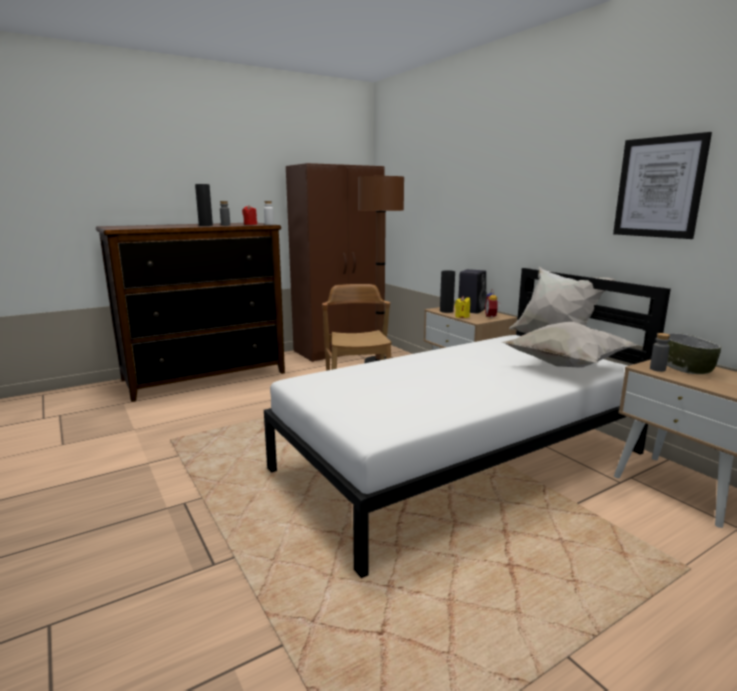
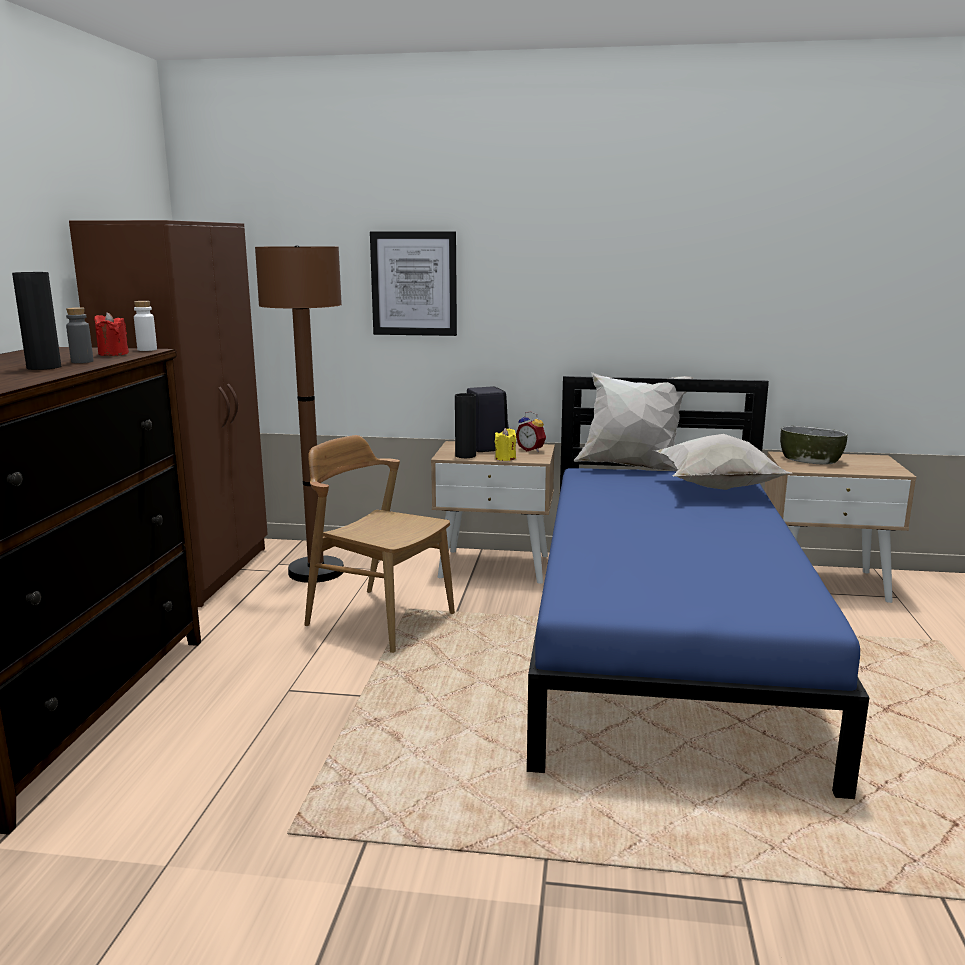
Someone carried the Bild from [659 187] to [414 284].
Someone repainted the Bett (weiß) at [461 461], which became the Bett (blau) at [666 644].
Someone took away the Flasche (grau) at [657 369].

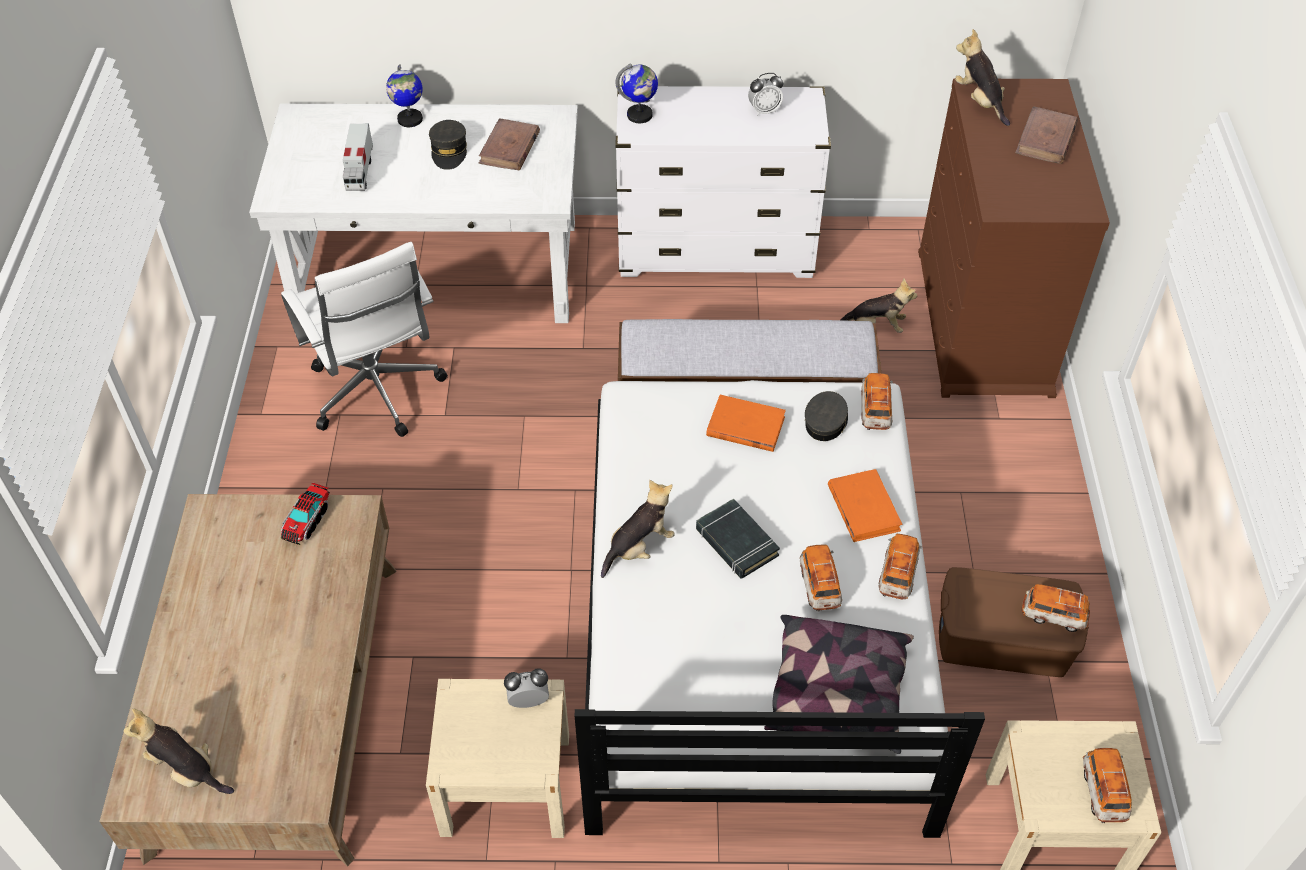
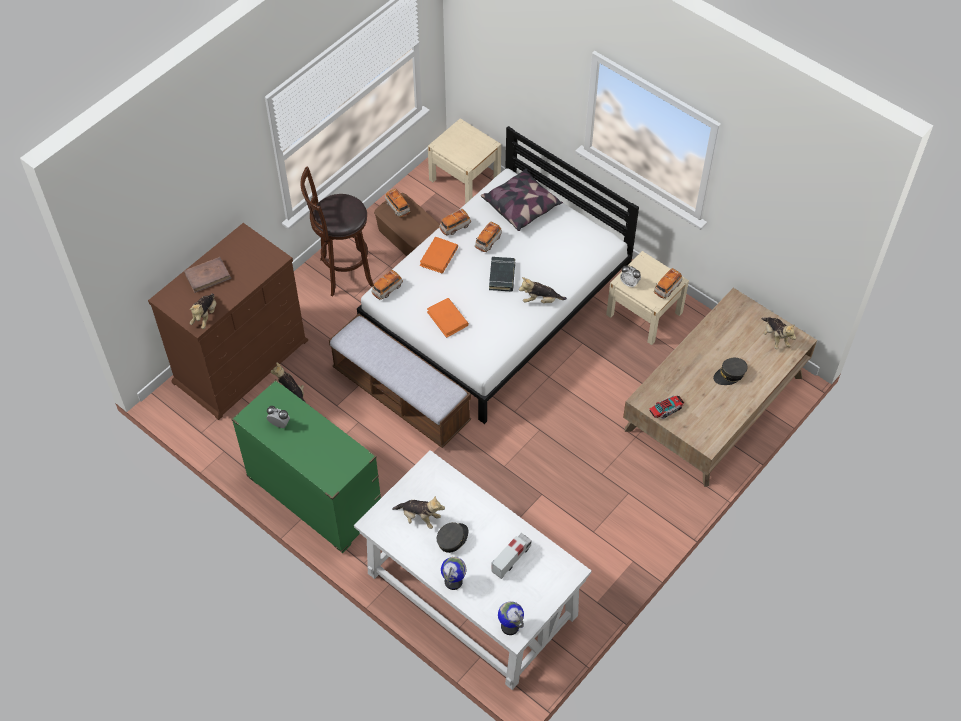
Someone carried the Globus from [640 115] to [510 626].
Someone repainted the Kommode (weiß) at [716 250], which became the Kommode (grün) at [314 496].
Someone swapped the Buch (braun) at [509 148] for the Plüschtier at [419 517].
Someone took away the Bürostuhl (weiß) at [378 395].
Someone carried the Kappe (grau) from [826 421] to [730 375].
Someone carried the Spielzeugauto from [1103 791] to [667 288].
Someone put down the Hocker (braun) at [343 273].

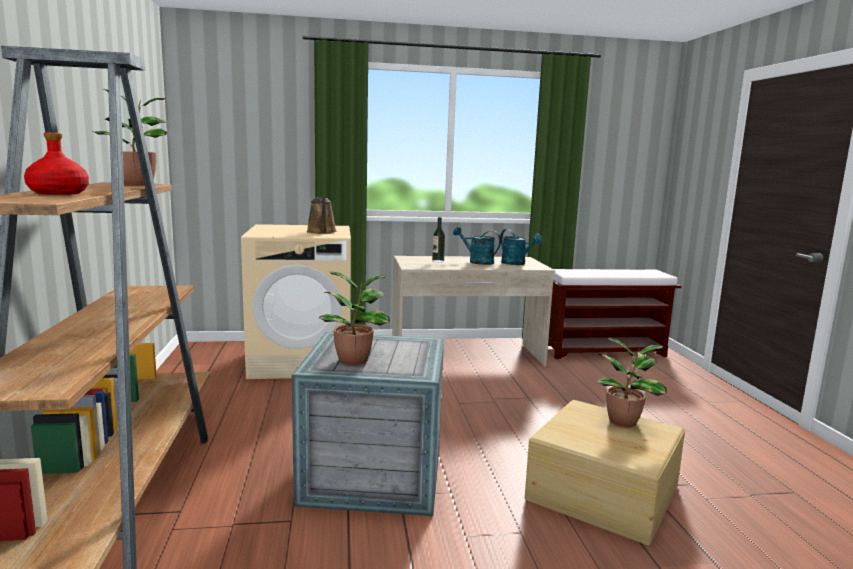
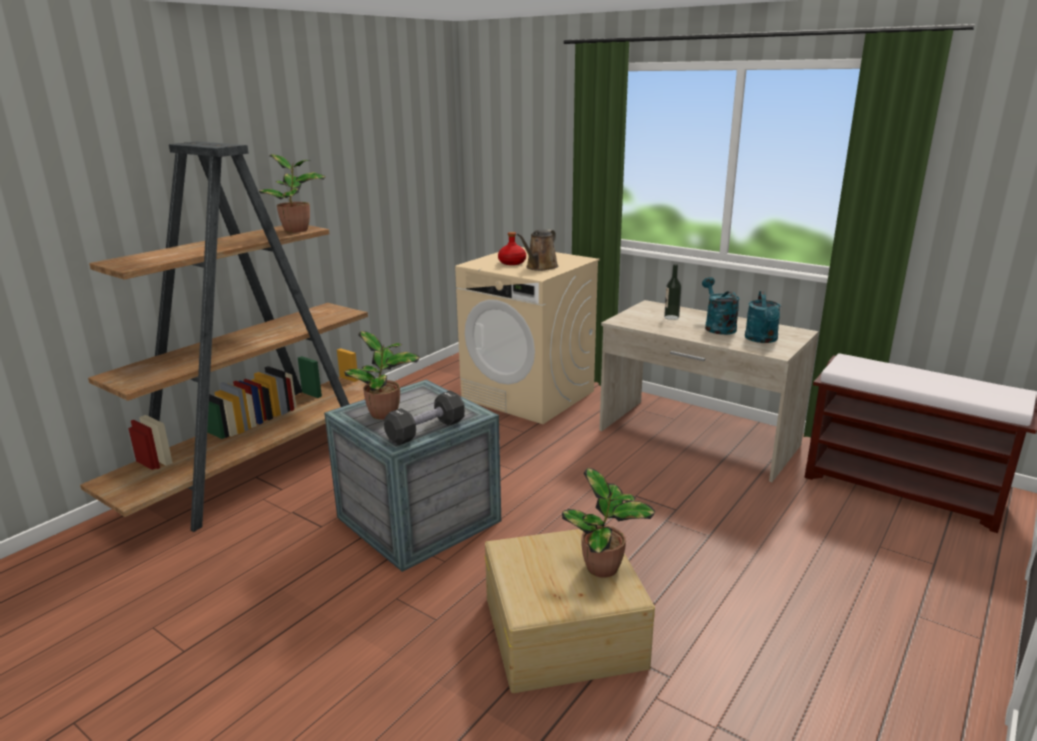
Someone carried the Flasche (rot) from [58 193] to [511 262].
Someone put down the Hantel (schwarz) at [426 431].

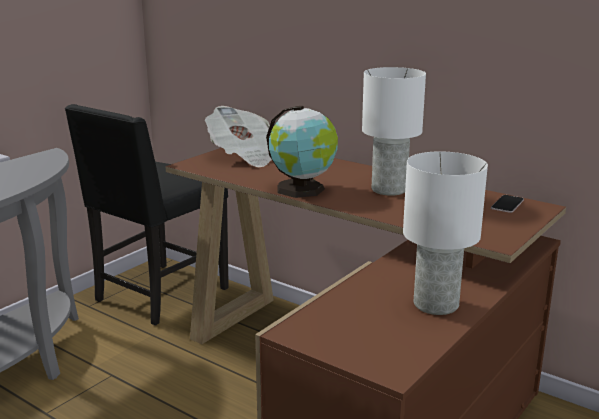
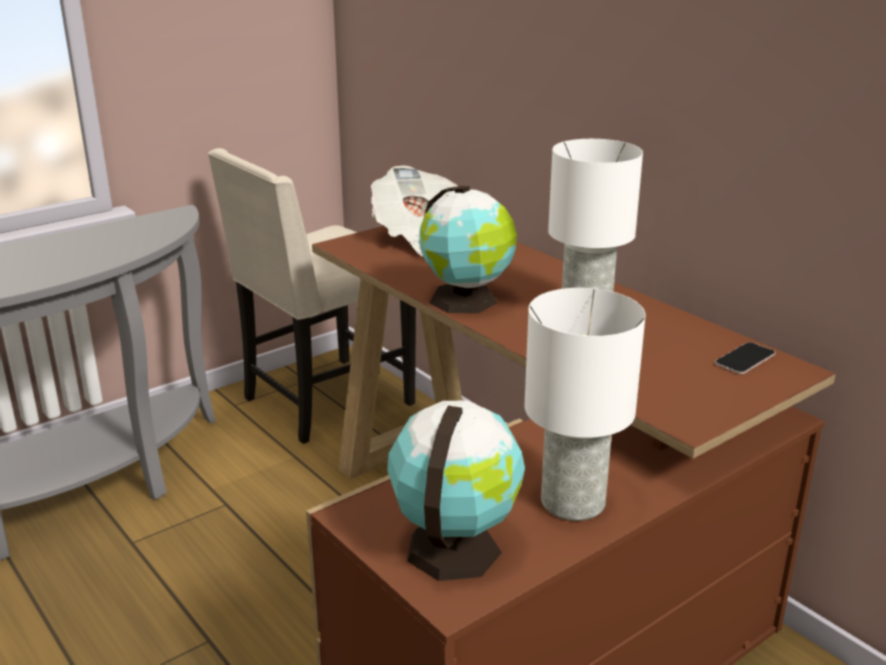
Someone repainted the Stuhl (schwarz) at [159 295], which became the Stuhl (beige) at [324 402].
Someone put down the Globus at [454 546].

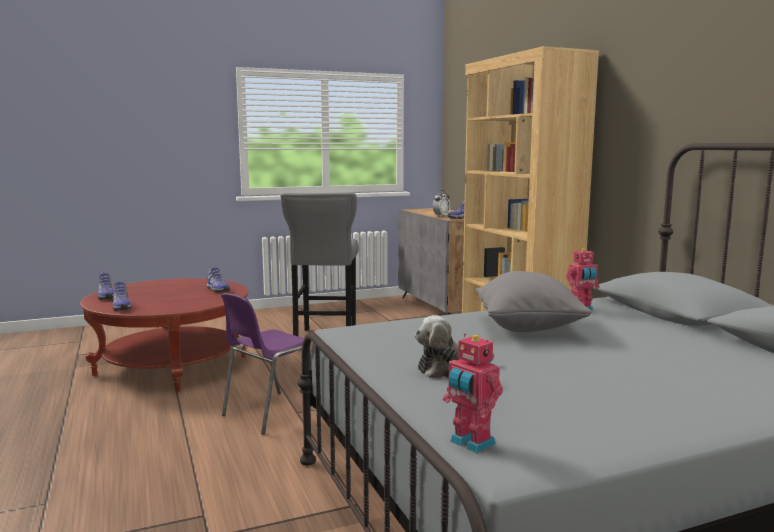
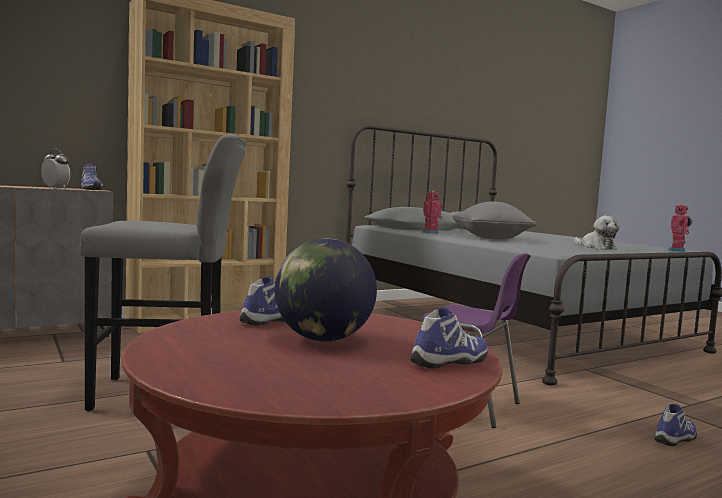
Someone carried the Schuh from [105 297] to [676 439].
Someone put down the Globus at [323 339].

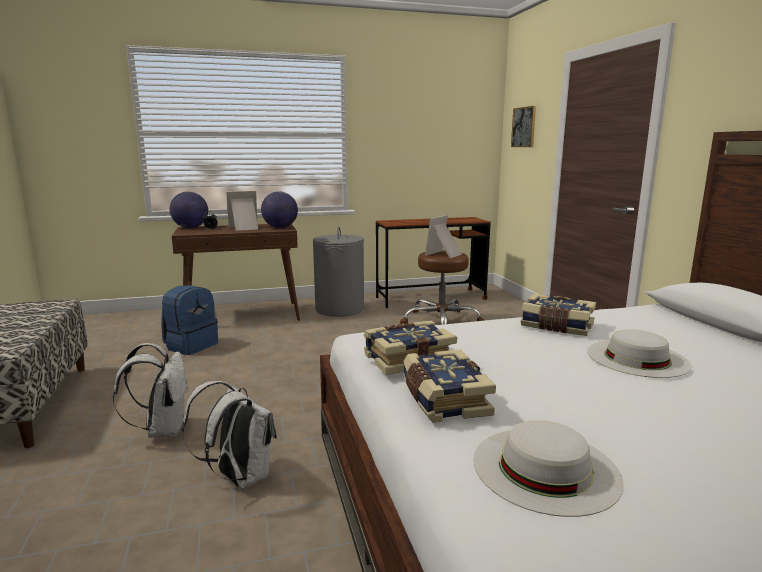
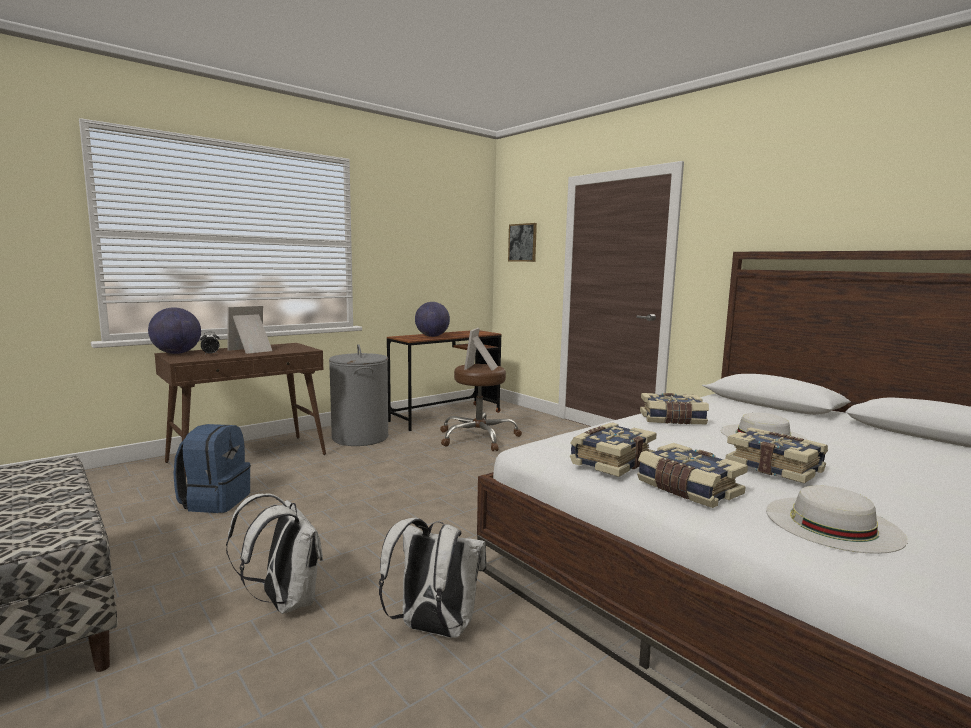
Someone carried the Globus from [280 227] to [432 336].
Someone put down the Buch at [775 467].

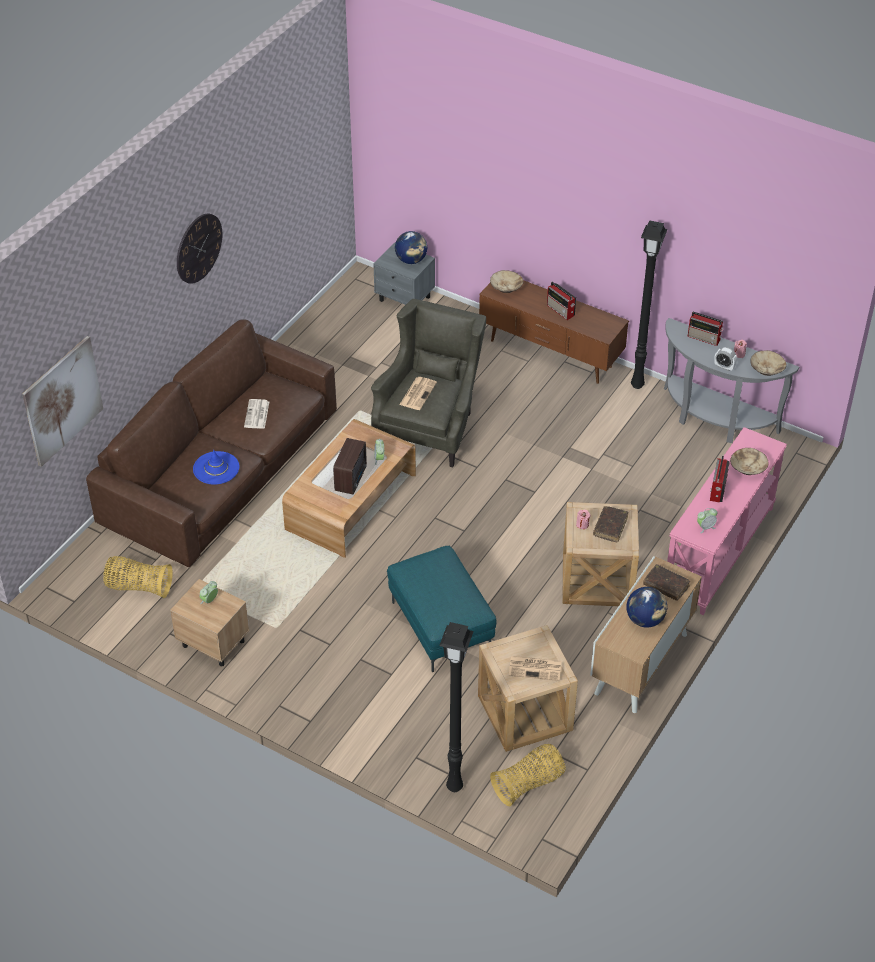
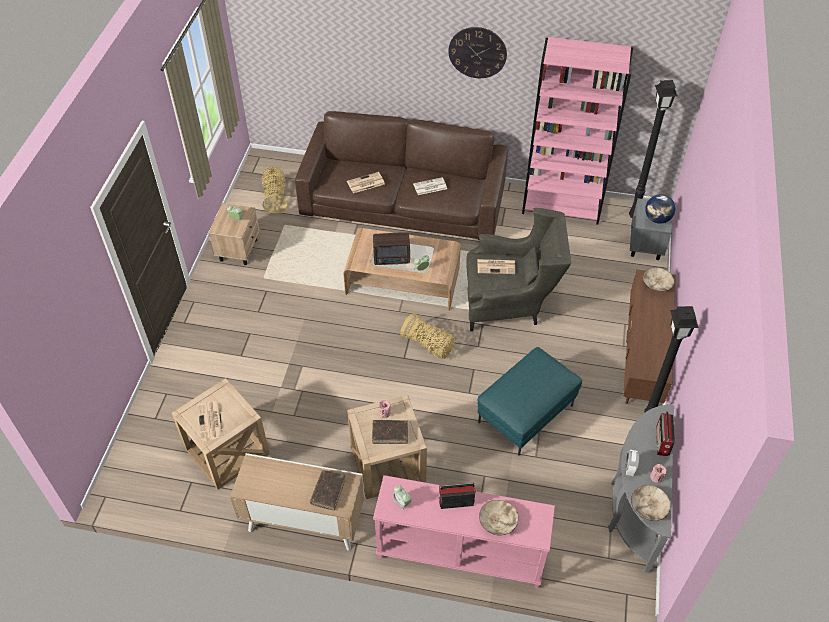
Someone took away the Radio at [561 311].
Someone took away the Bild at [62 401].
Someone swapped the Hut (blau) at [216 468] for the Zeitung at [365 183].
Someone carried the Polsterhocker (türkis) from [442 626] to [526 414].
Someone took away the Globus at [645 620].
Someone carried the Stehlampe (schwarz) from [453 787] to [633 215].
Someone carried the Korb from [529 784] to [429 345].
Someone put down the Bücherregal (rosa) at [562 205].

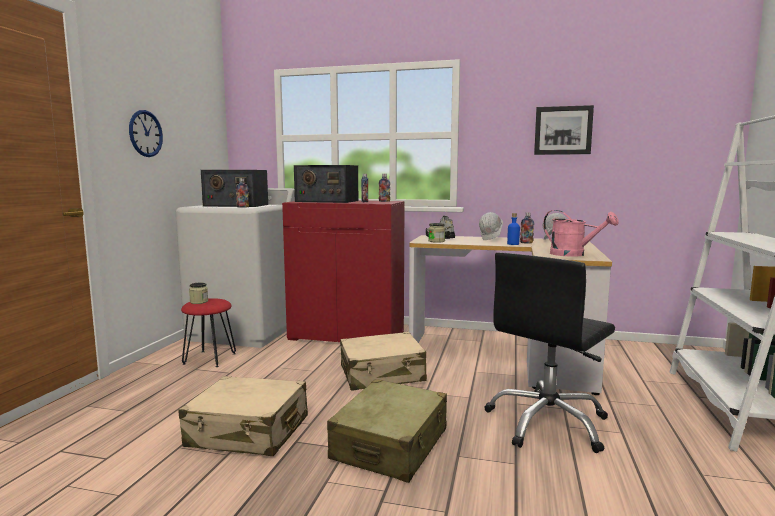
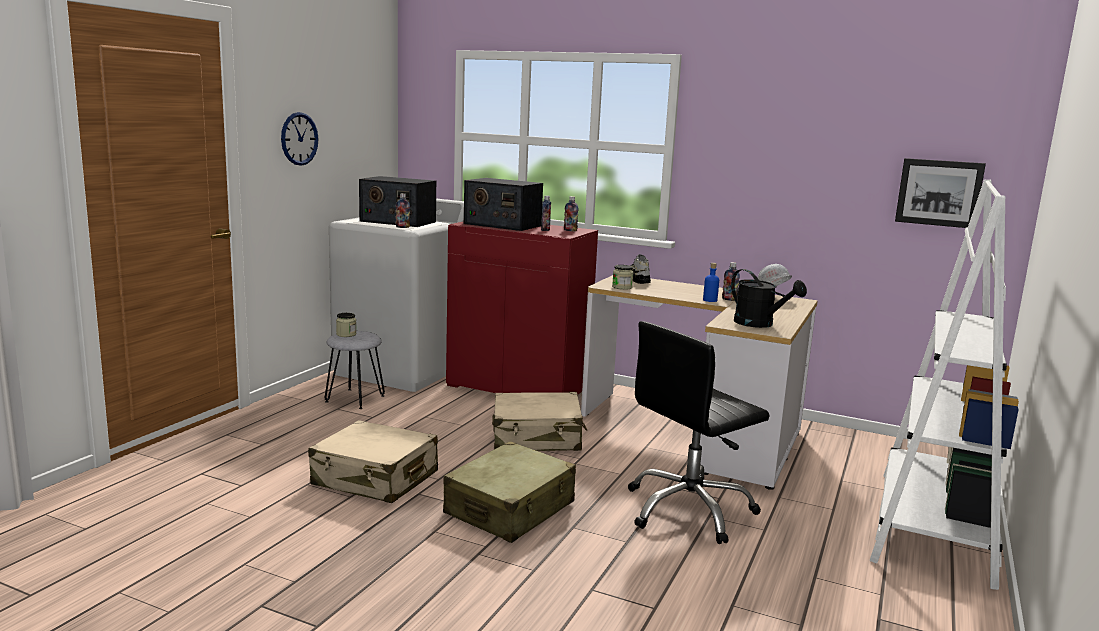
Someone carried the Bild from [563 130] to [939 192].
Someone repainted the Gießkanne (rosa) at [573 254], which became the Gießkanne (schwarz) at [760 324].
Someone took away the Schutzhelm (weiß) at [491 239].
Someone repainted the Hocker (rot) at [210 358], which became the Hocker (grau) at [355 398].

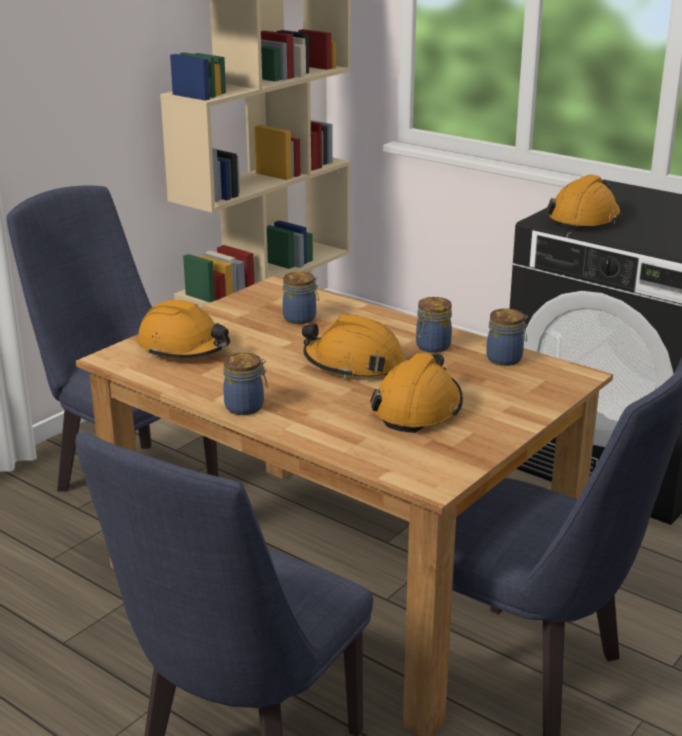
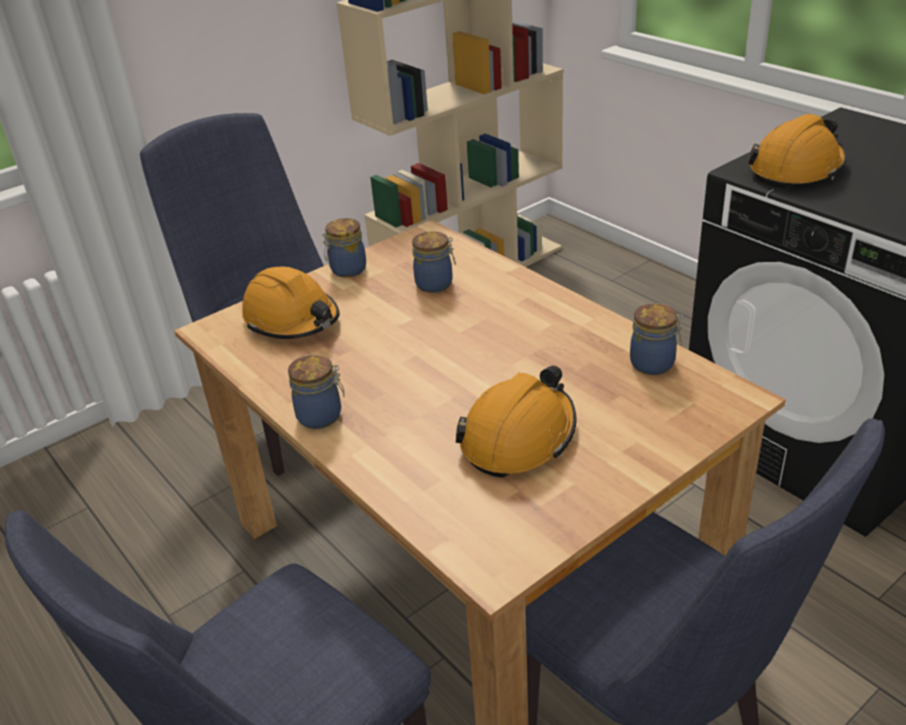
Someone carried the Vorratsglas from [431 347] to [347 270].
Someone took away the Schutzhelm (orange) at [353 364].

